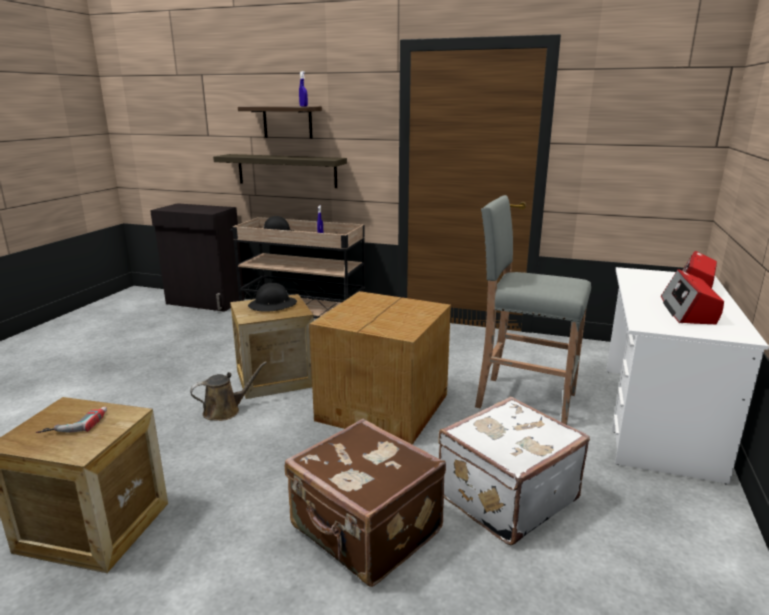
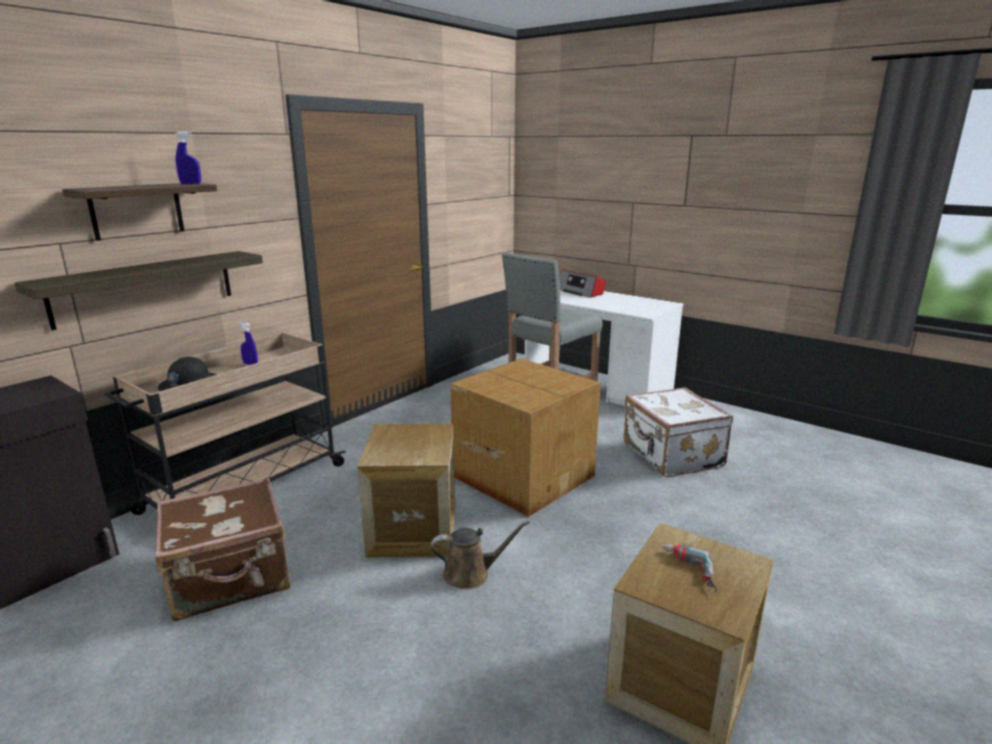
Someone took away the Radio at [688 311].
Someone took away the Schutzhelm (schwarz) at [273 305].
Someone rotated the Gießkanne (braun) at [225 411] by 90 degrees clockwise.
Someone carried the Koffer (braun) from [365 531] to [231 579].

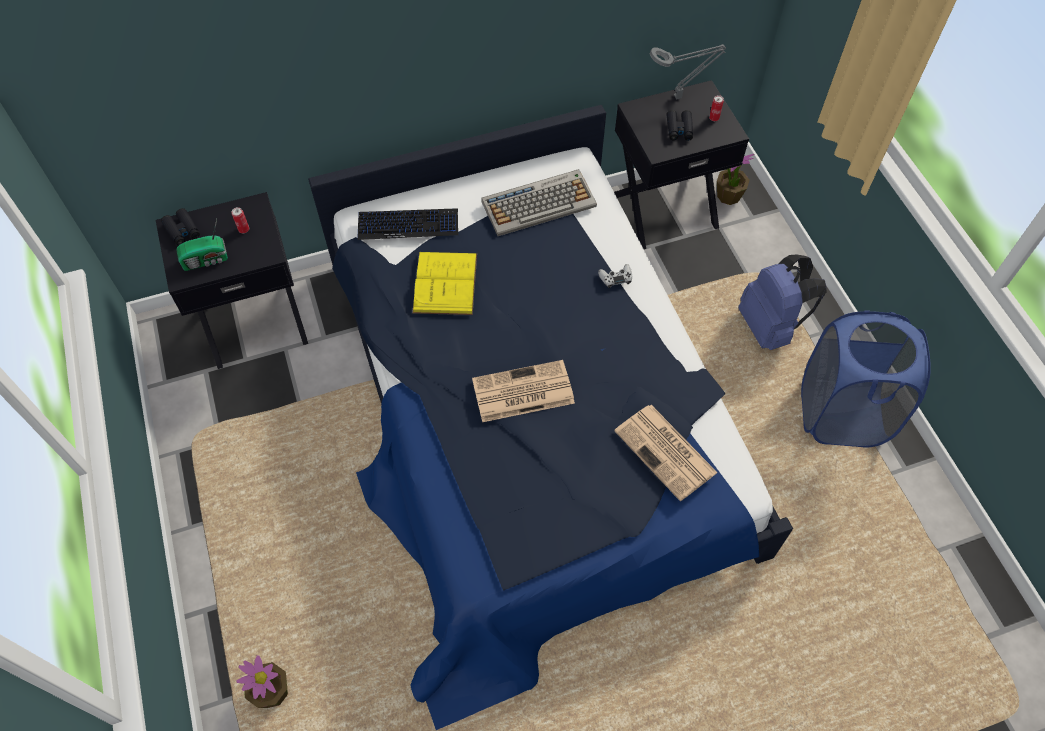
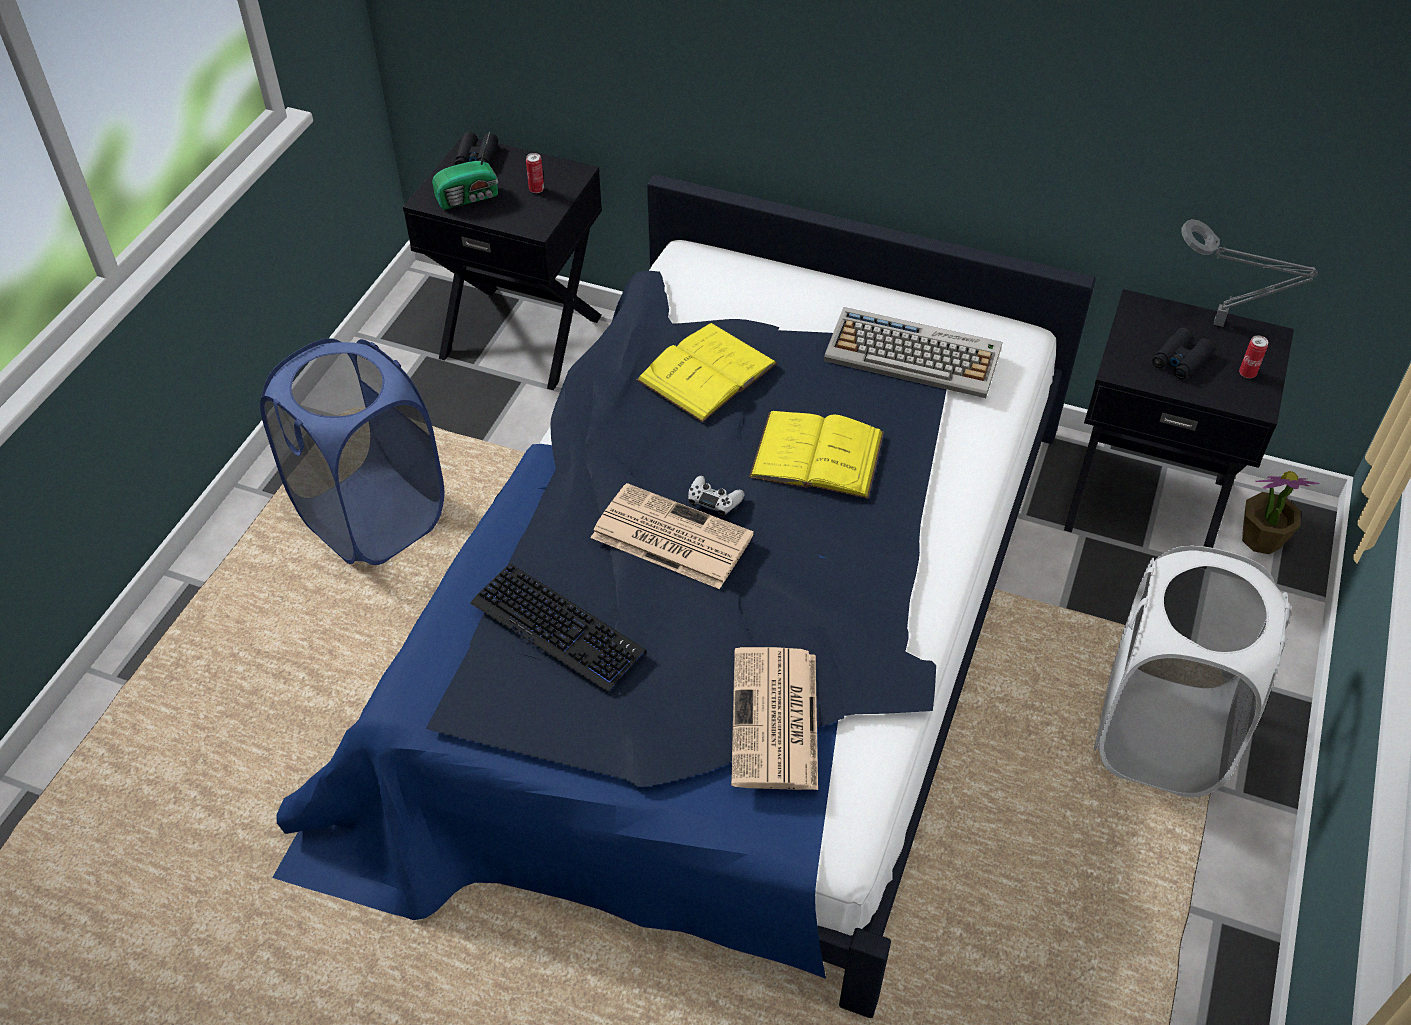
Someone carried the Tastatur from [408 225] to [558 628].
Someone rotated the Radio at [207 260] by 45 degrees counterclockwise.
Someone swapped the Rucksack (blau) at [770 327] for the Wäschekorb (weiß) at [1160 735].
Someone carried the Gamepad (weiß) from [615 278] to [714 500].
Someone carried the Wäschekorb (blau) from [841 414] to [371 517].
Someone took away the Topfpflanze at [272 691].
Someone put down the Buch (gelb) at [817 455].

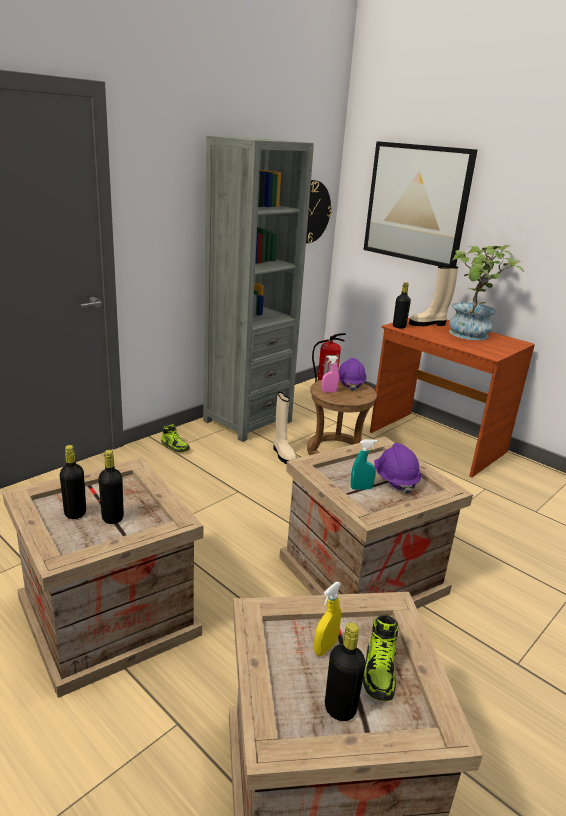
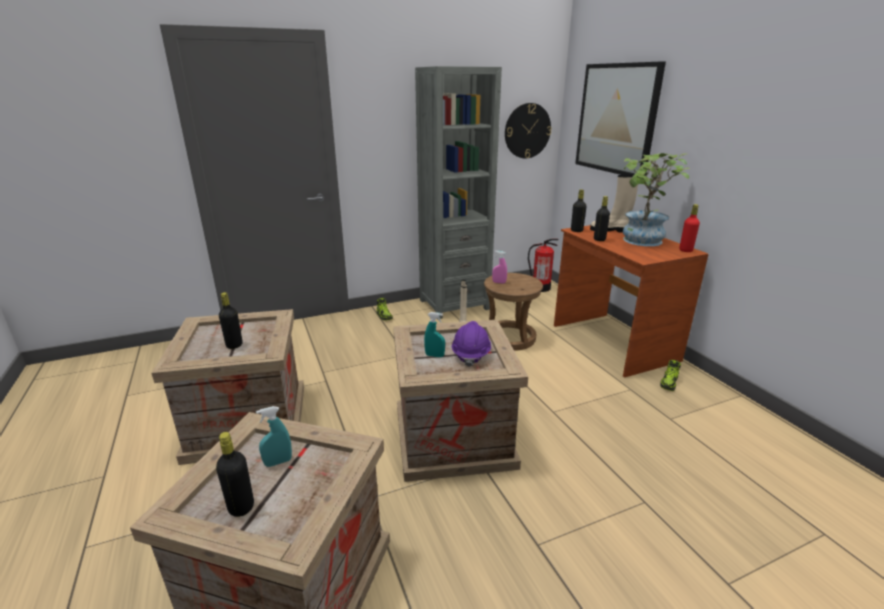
Someone took away the Schutzhelm (lila) at [350 384].
Someone carried the Flasche (schwarz) from [75 513] to [599 239].
Someone repainted the Sprühflasche (gelb) at [325 647], which became the Sprühflasche (türkis) at [278 462].
Someone carried the Schuh from [379 671] to [669 383].
Someone put down the Flasche (rot) at [685 250].

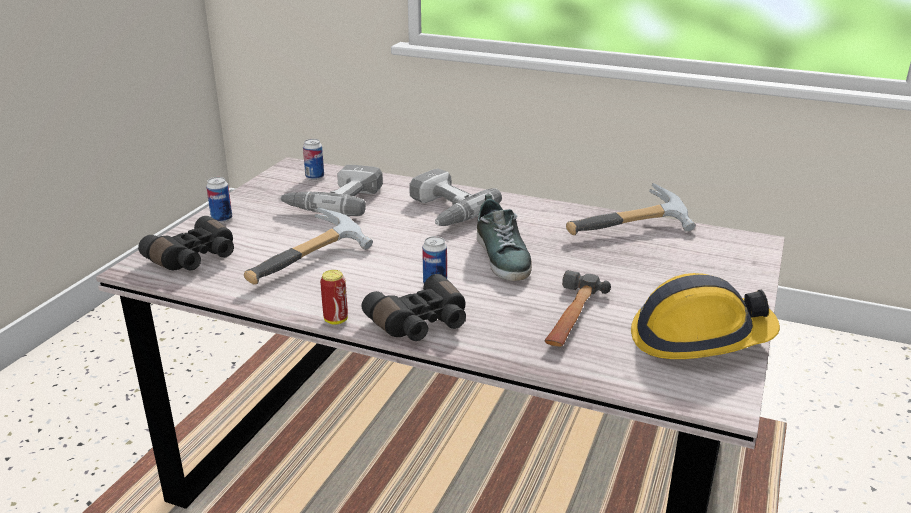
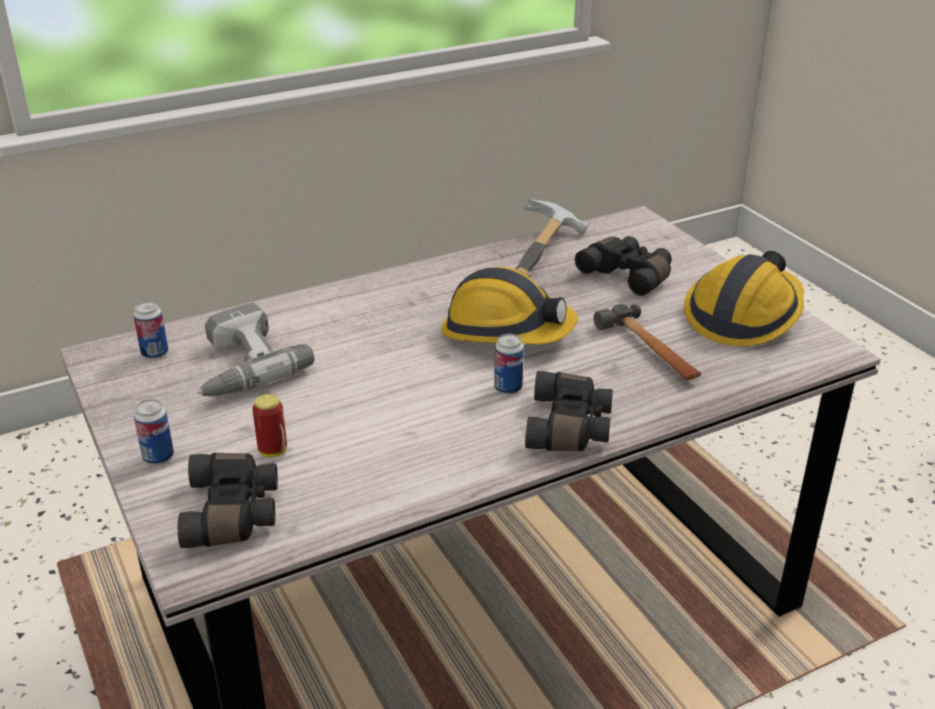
Someone took away the Bohrmaschine at [443 210].
Someone swapped the Schuh at [503 257] for the Schutzhelm at [506 331].
Someone took away the Hammer at [313 262].
Someone carried the Dose from [336 320] to [273 451].
Someone put down the Fernglas (schwarz) at [628 275].

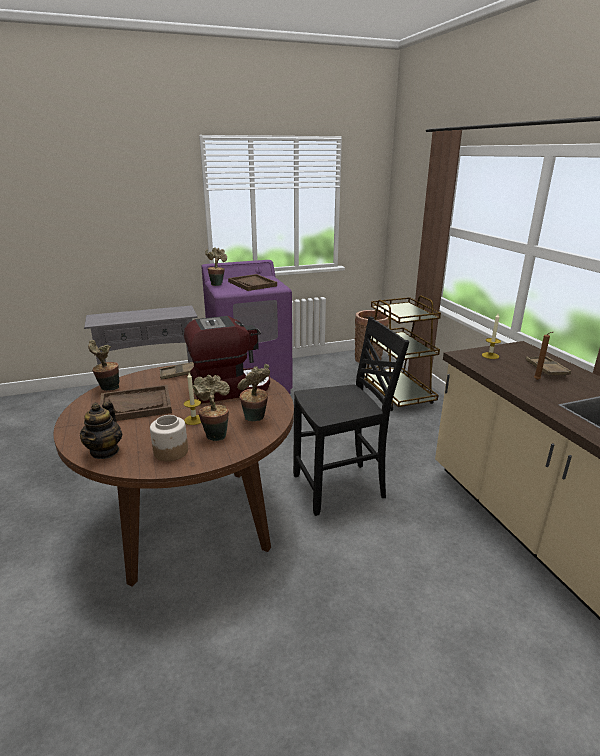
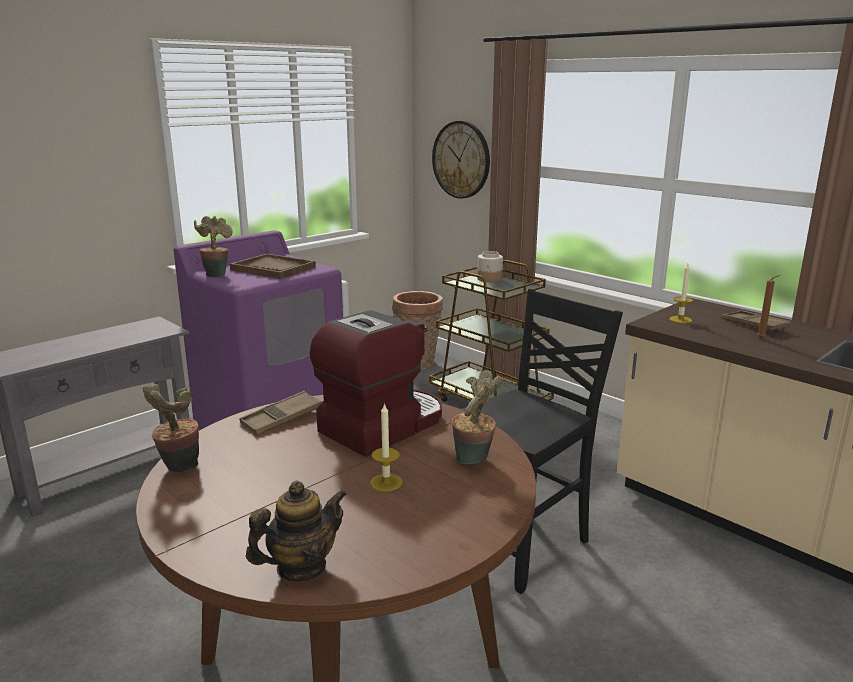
Someone took away the Topfpflanze at [215 434].
Someone took away the Tablett (braun) at [136 405].
Someone rotated the Teekanne at [105 451] by 105 degrees counterclockwise.
Someone carried the Vorratsglas from [171 452] to [489 279].
Someone put up the Wanduhr at [461 159].

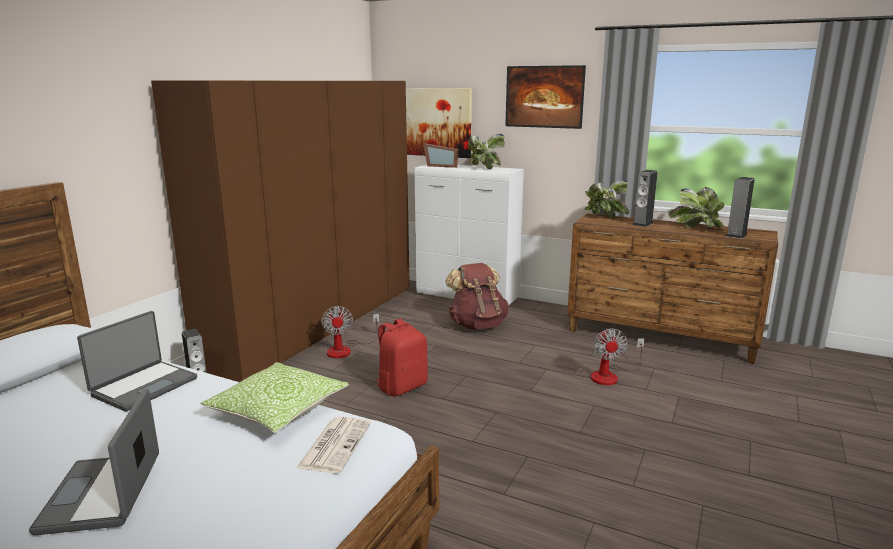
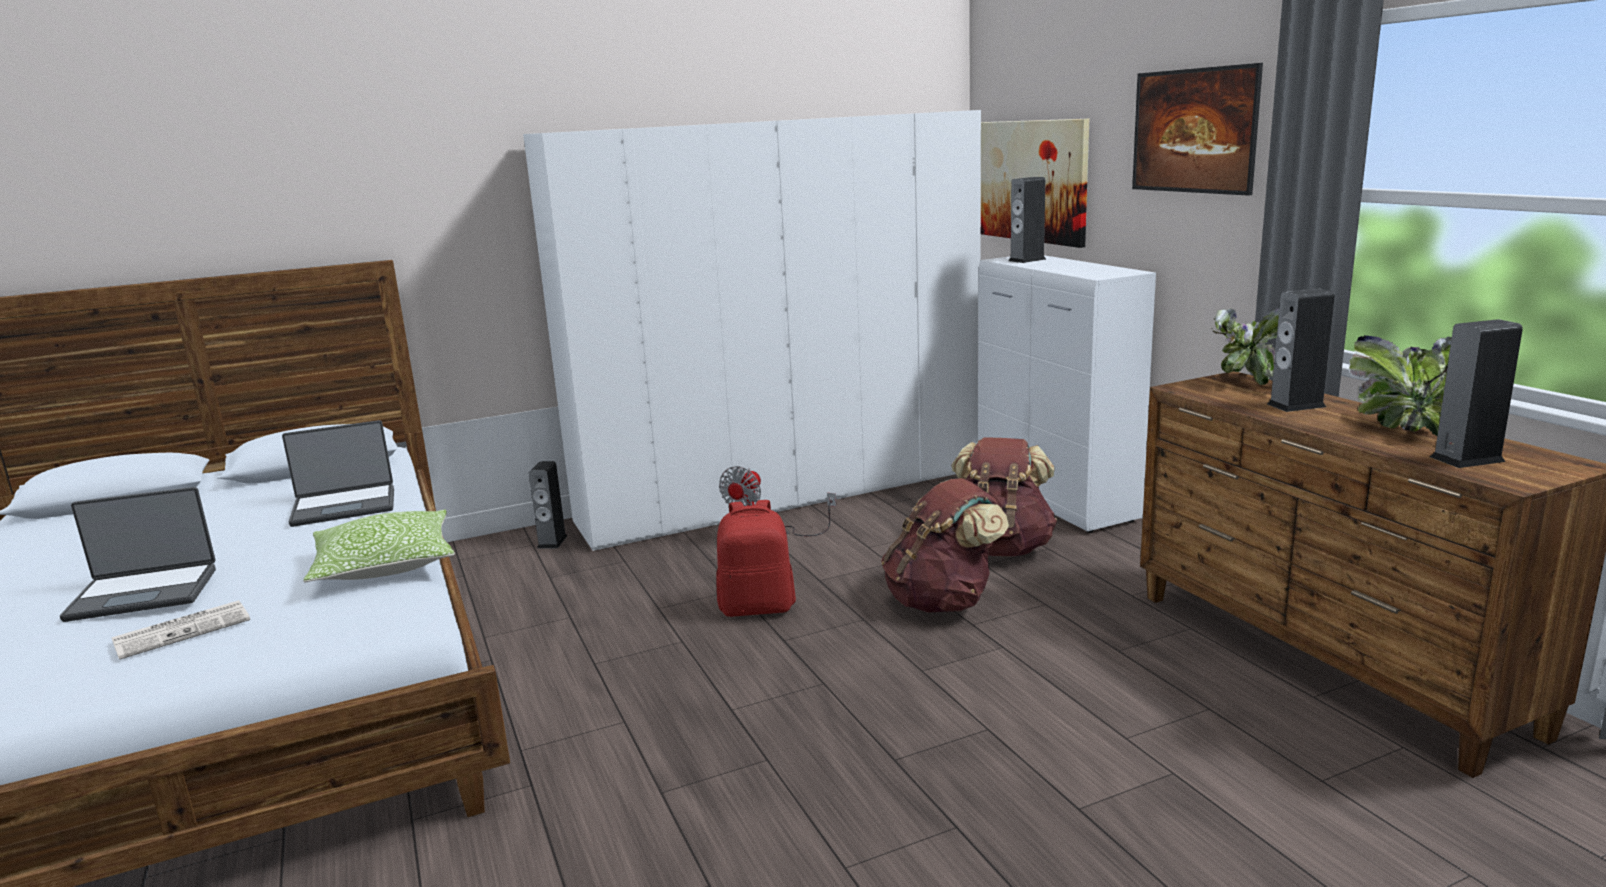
Someone repainted the Kleiderschrank (braun) at [319 324], which became the Kleiderschrank (weiß) at [785 494].
Someone took away the Topfpflanze at [483 168].
Someone swapped the Bilderrahmen at [441 166] for the Lautsprecher at [1027 260].
Someone took away the Ventilator at [610 376].
Someone rotated the Laptop at [104 494] by 135 degrees counterclockwise.
Someone carried the Zeitung from [335 444] to [184 630].
Someone put down the Rucksack (braun) at [943 602].

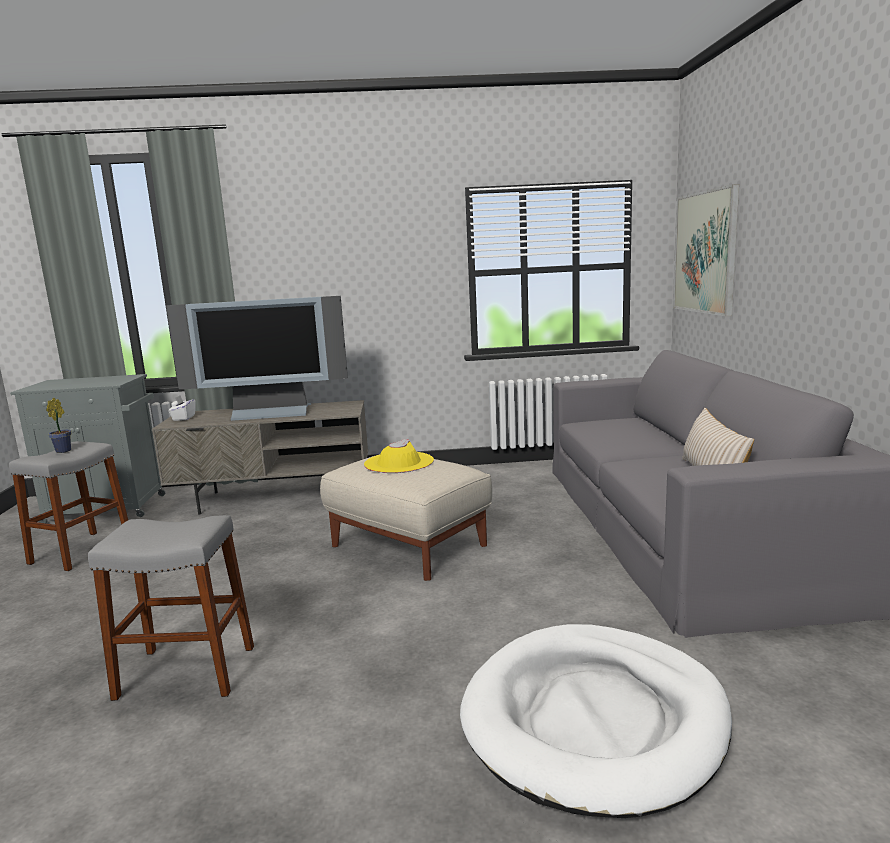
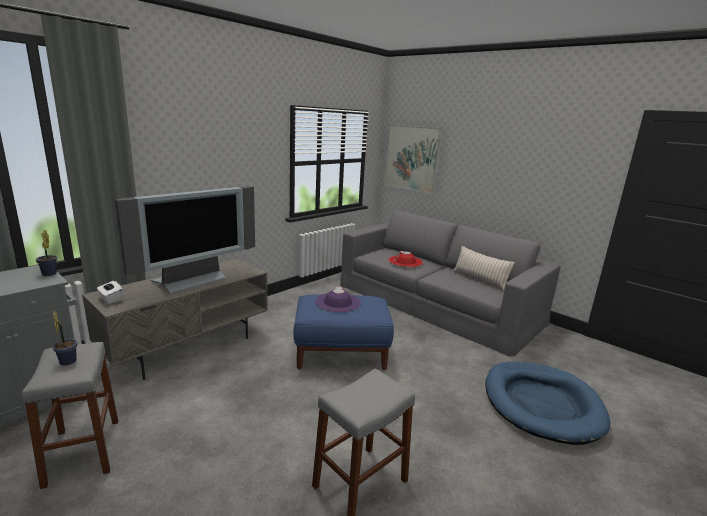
Someone repainted the Hut (gelb) at [399 462], which became the Hut (lila) at [338 302].
Someone repainted the Polsterhocker (beige) at [408 545], which became the Polsterhocker (blau) at [341 353].
Someone repainted the Hundebett (weiß) at [594 719], which became the Hundebett (blau) at [541 404].
Someone put down the Topfpflanze at [49 274].
Someone put down the Hut (rot) at [405 261].

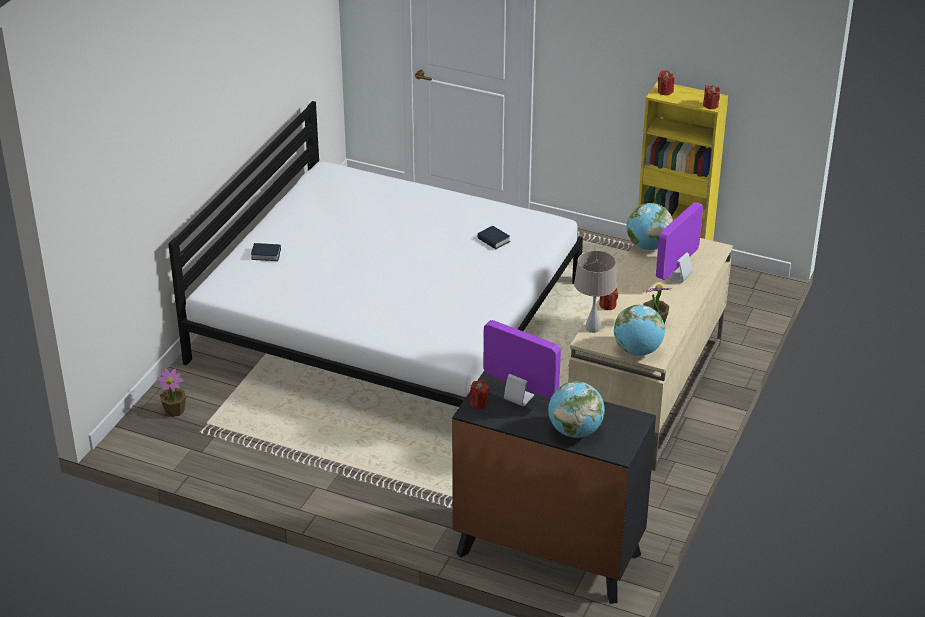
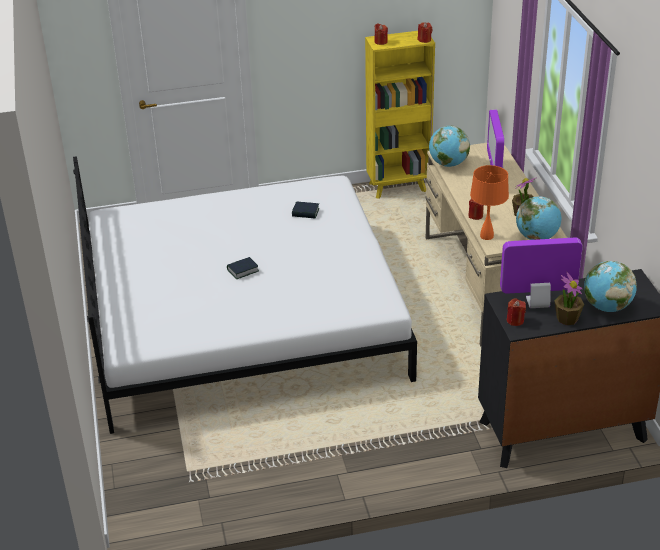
Someone carried the Buch from [266 254] to [243 270].
Someone repainted the Tischlampe (beige) at [593 328], which became the Tischlampe (orange) at [487 236].
Someone carried the Topfpflanze from [174 410] to [567 318].

